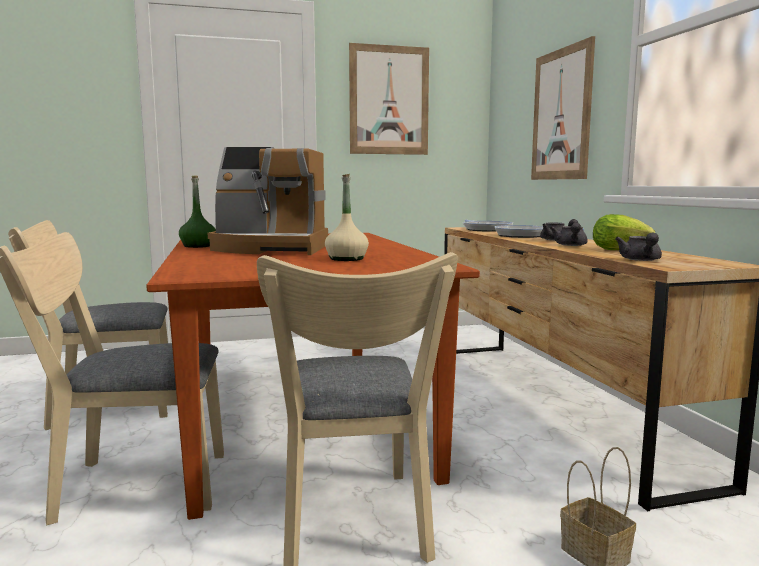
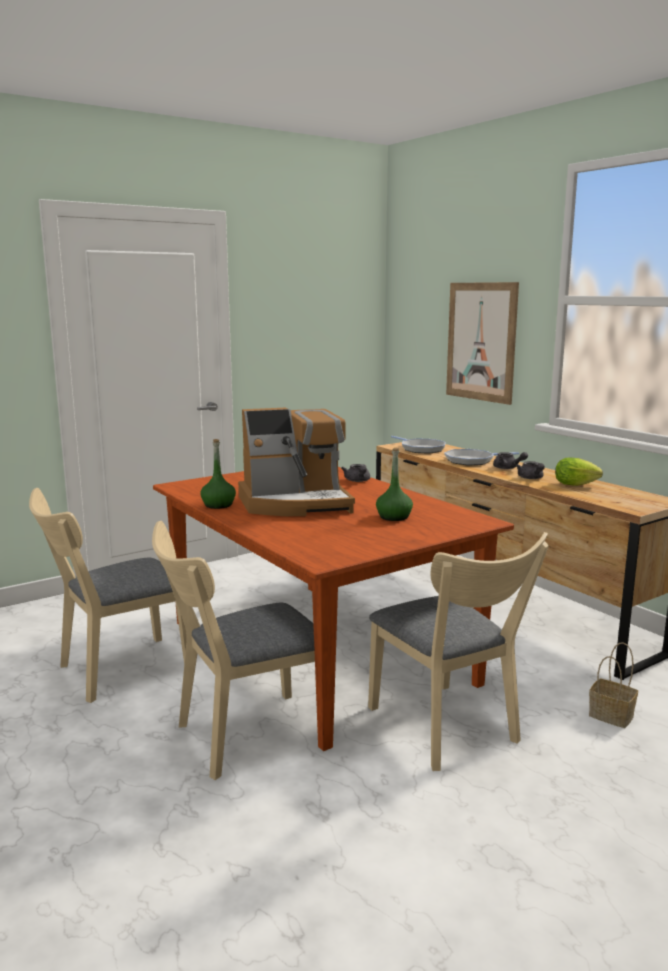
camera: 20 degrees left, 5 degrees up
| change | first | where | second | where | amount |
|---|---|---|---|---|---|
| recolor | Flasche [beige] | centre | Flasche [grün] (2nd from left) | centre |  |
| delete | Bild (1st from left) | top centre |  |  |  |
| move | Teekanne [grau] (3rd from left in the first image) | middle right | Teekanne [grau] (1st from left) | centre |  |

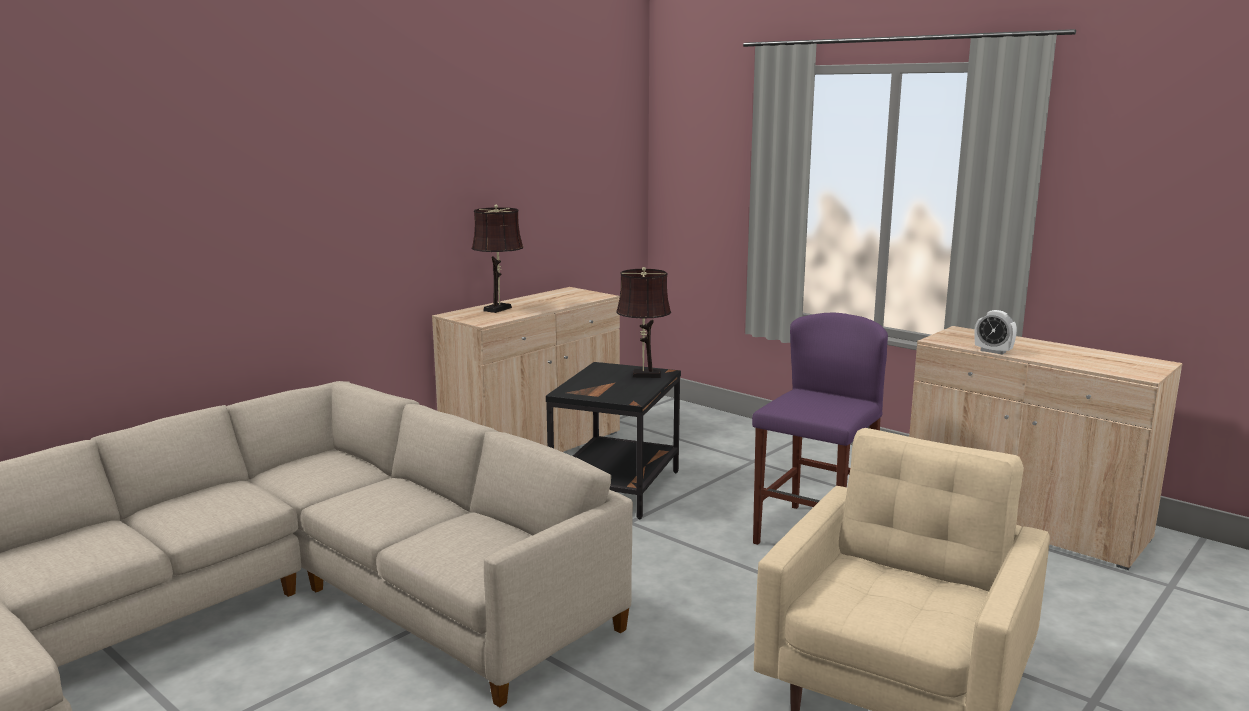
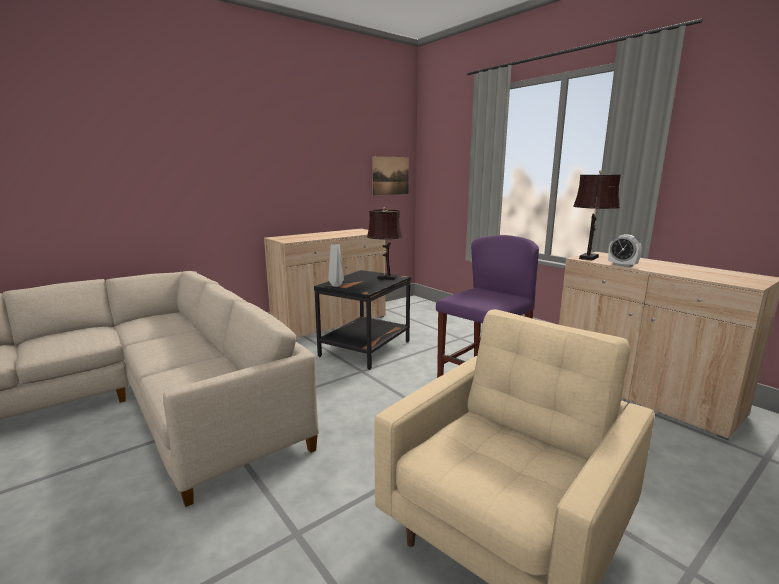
camera: 10 degrees right, 0 degrees up
| change | first | where | second | where | amount |
|---|---|---|---|---|---|
| move | Tischlampe [braun] (1st from left in the first image) | centre | Tischlampe [braun] (2nd from left) | middle right |  |
| insert |  |  | Vase [grau] | centre |  |
| insert |  |  | Bild | top centre |  |

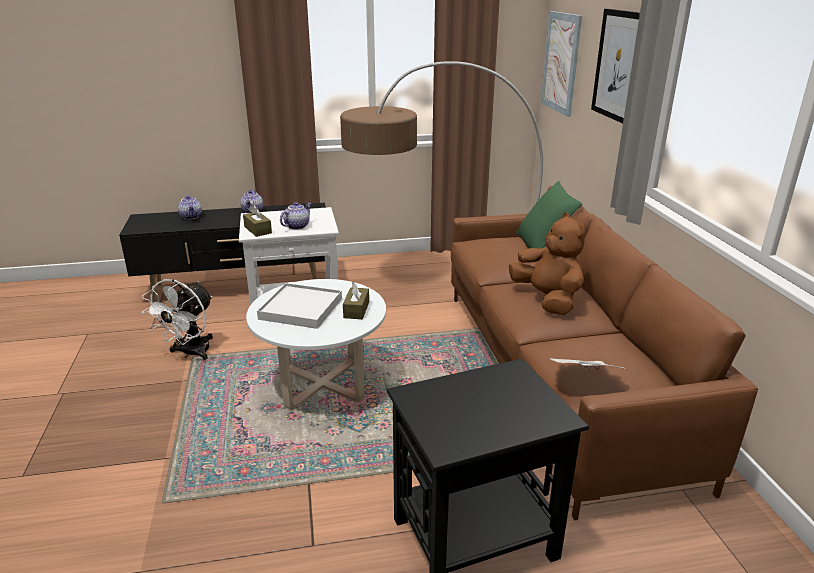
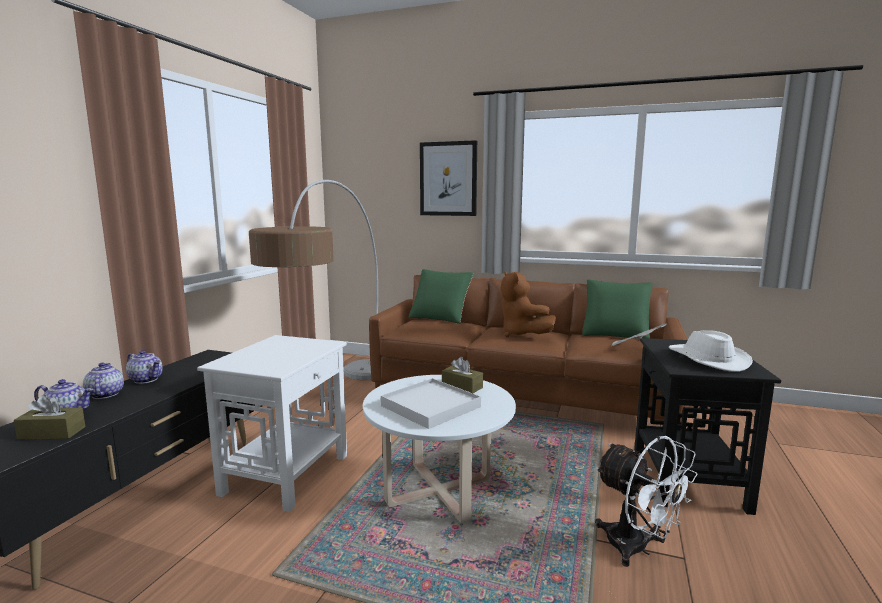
camera: 60 degrees left, 15 degrees down
| change | first | where | second | where | amount |
|---|---|---|---|---|---|
| move | Ventilator [weiß] | middle left |  | bottom right |  |
| move | Taschentuchbox [braun] (1st from left) | middle left |  | bottom left |  |
| move | Teekanne (3rd from left in the first image) | centre | Teekanne (2nd from left) | middle left |  |
| rotate | Plüschtier [braun] | middle right |  | centre | 120 degrees counterclockwise |
| delete | Bild (1st from left) | top right |  |  |  |
| insert |  |  | Kissen [grün] (2nd from left) | middle right |  |
| insert |  |  | Hut [weiß] | middle right |  |

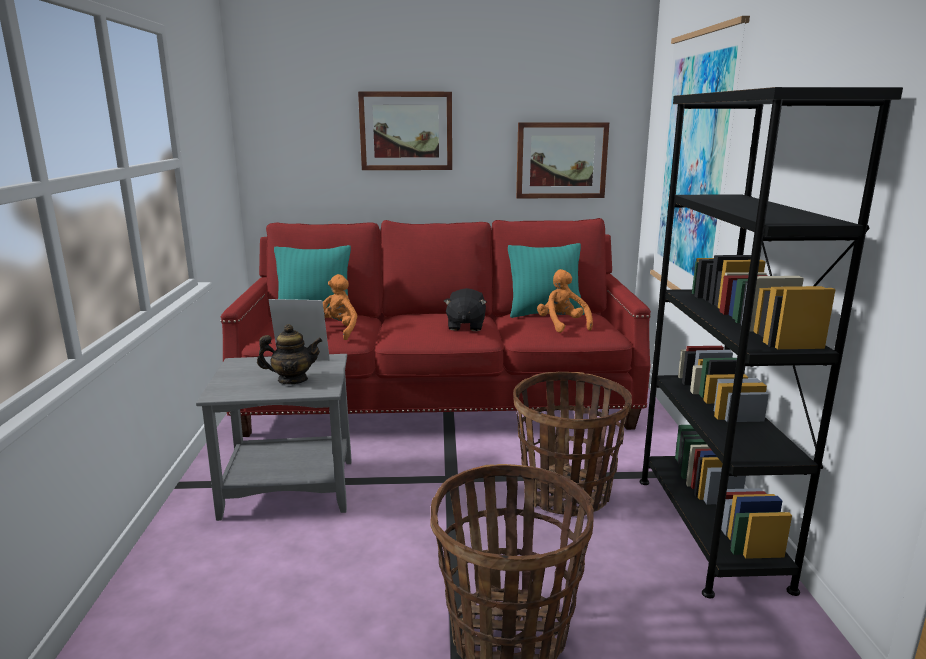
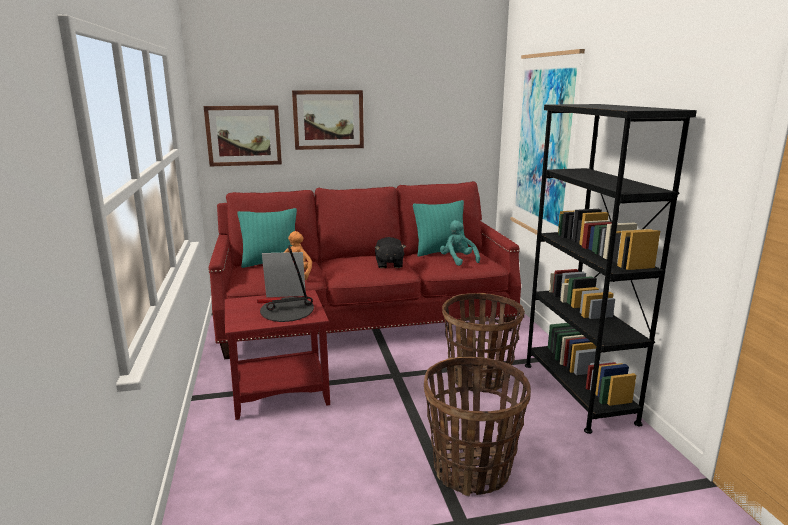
camera: 10 degrees left, 0 degrees up
| change | first | where | second | where | amount |
|---|---|---|---|---|---|
| recolor | Beistelltisch [grau] | middle left | Beistelltisch [rot] | bottom centre |  |
| replace | Teekanne | middle left | Tischlampe | centre |  |
| move | Bild (2nd from left in the first image) | top centre | Bild (1st from left) | top left |  |
| recolor | Plüschtier [orange] (2nd from left) | centre | Plüschtier [türkis] | centre |  |

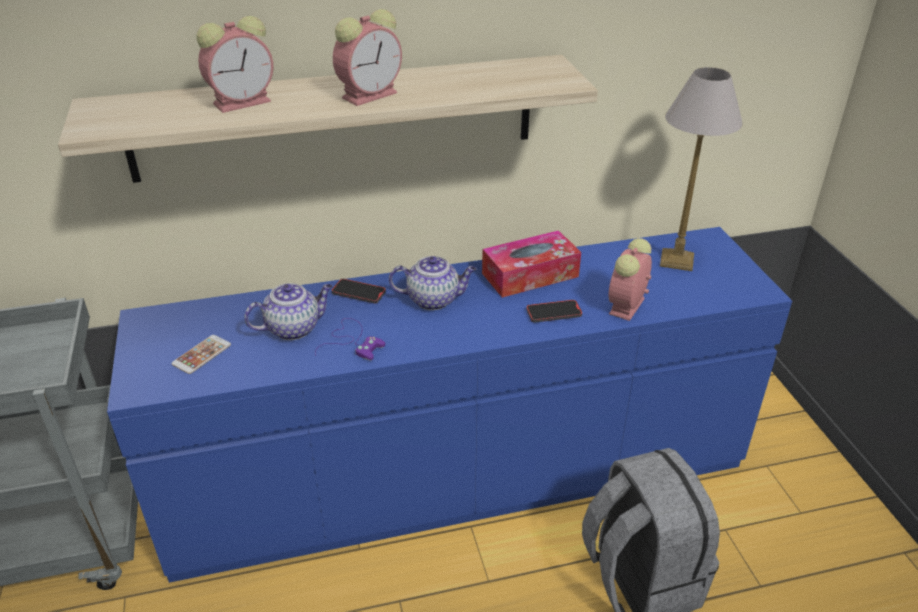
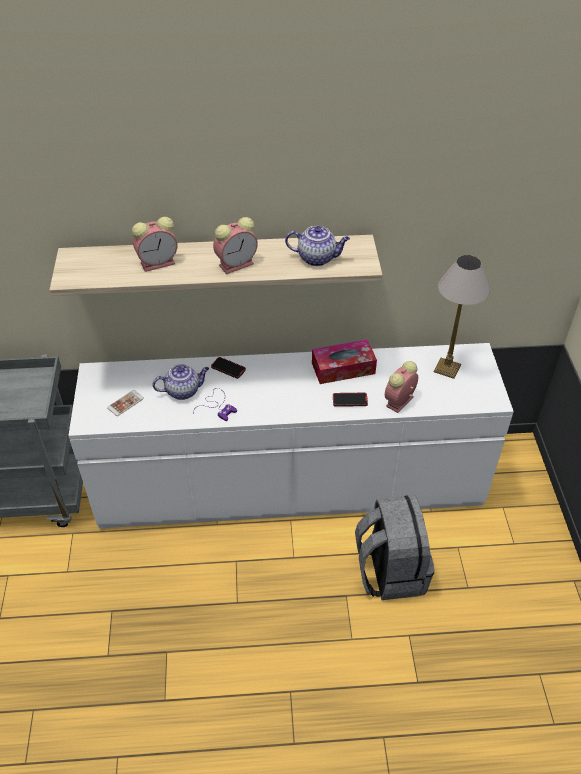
camera: 10 degrees right, 10 degrees up
| change | first | where | second | where | amount |
|---|---|---|---|---|---|
| recolor | Kommode [blau] | centre | Kommode [weiß] | centre |  |
| move | Teekanne (2nd from left) | centre |  | top centre |  |

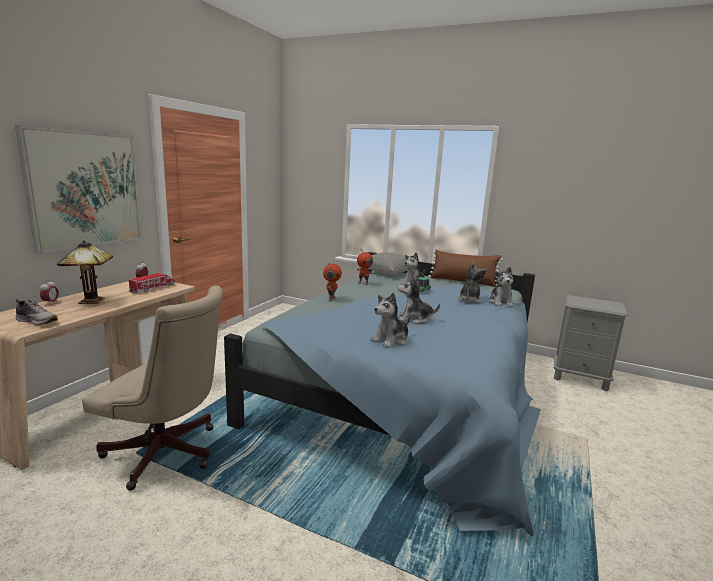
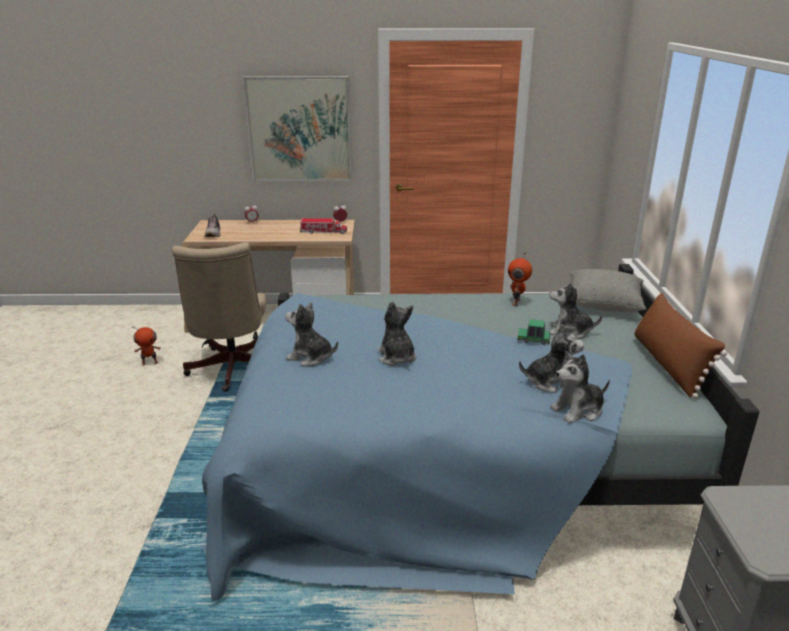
camera: 65 degrees right, 10 degrees up
| change | first | where | second | where | amount |
|---|---|---|---|---|---|
| delete | Tischlampe | middle left |  |  |  |
| move | Spielzeugroboter (1st from left) | centre |  | middle left |  |

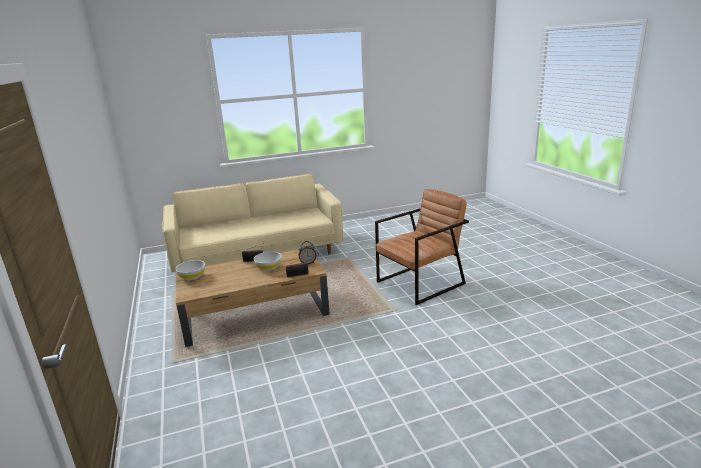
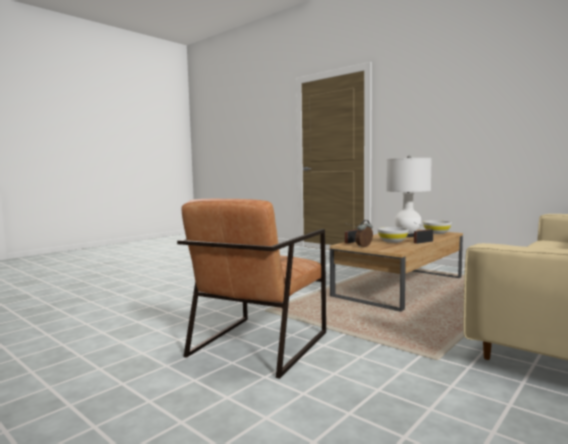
camera: 150 degrees right, 15 degrees down
| change | first | where | second | where | amount |
|---|---|---|---|---|---|
| insert |  |  | Tischlampe [weiß] | middle right |  |

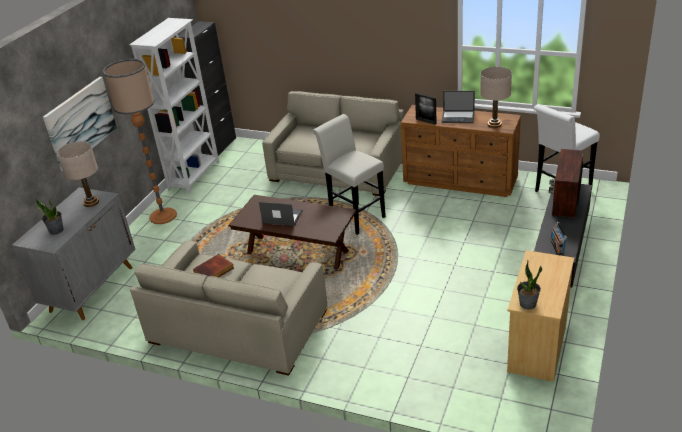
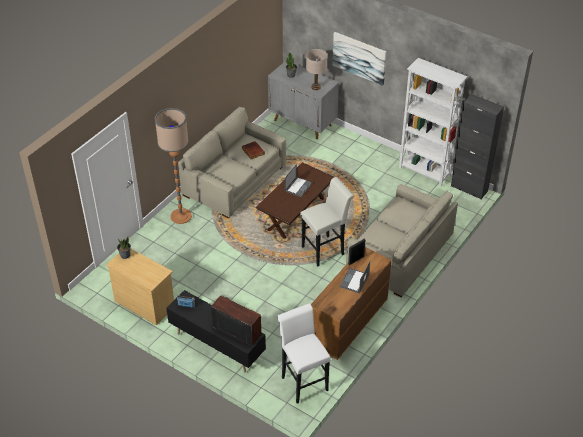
camera: 100 degrees right, 10 degrees up
| change | first | where | second | where | amount |
|---|---|---|---|---|---|
| move | Stehlampe | top left |  | middle left |  |
| delete | Tischlampe [beige] (2nd from left) | top right |  |  |  |

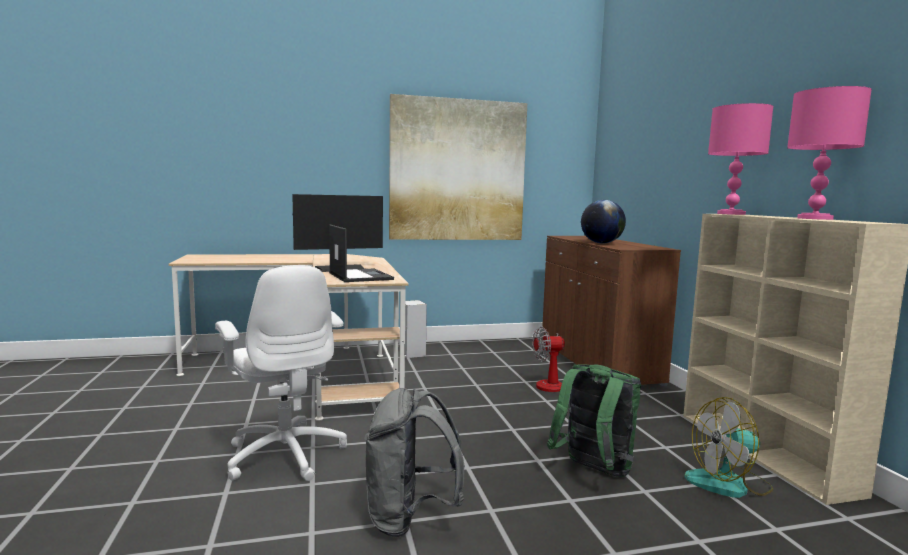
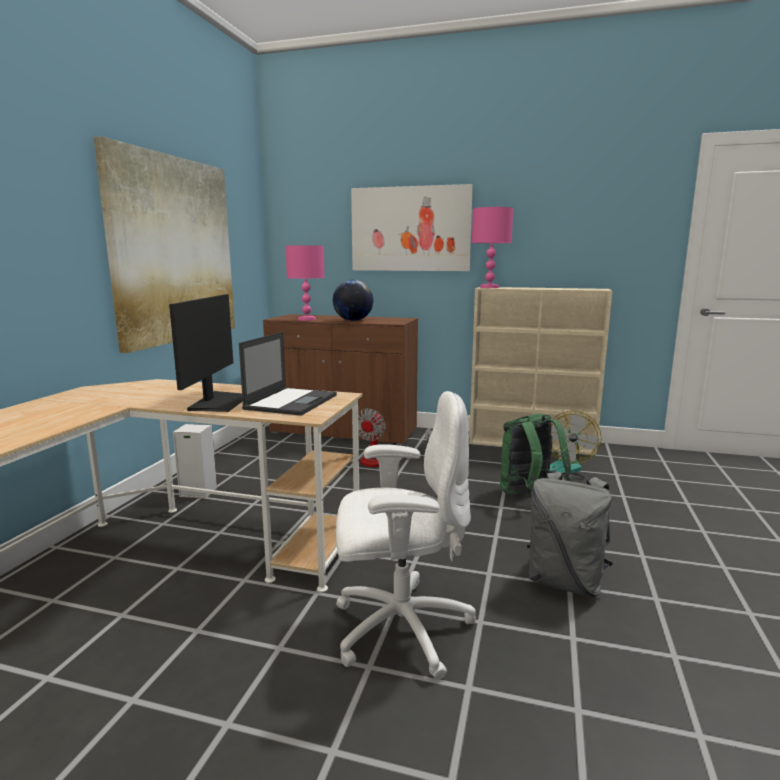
camera: 60 degrees left, 5 degrees up
| change | first | where | second | where | amount |
|---|---|---|---|---|---|
| rotate | Laptop | centre |  | centre | 105 degrees clockwise |
| move | Tischlampe [rosa] (2nd from left in the first image) | top right | Tischlampe [rosa] (1st from left) | centre |  |
| insert |  |  | Bild (2nd from left) | top centre |  |

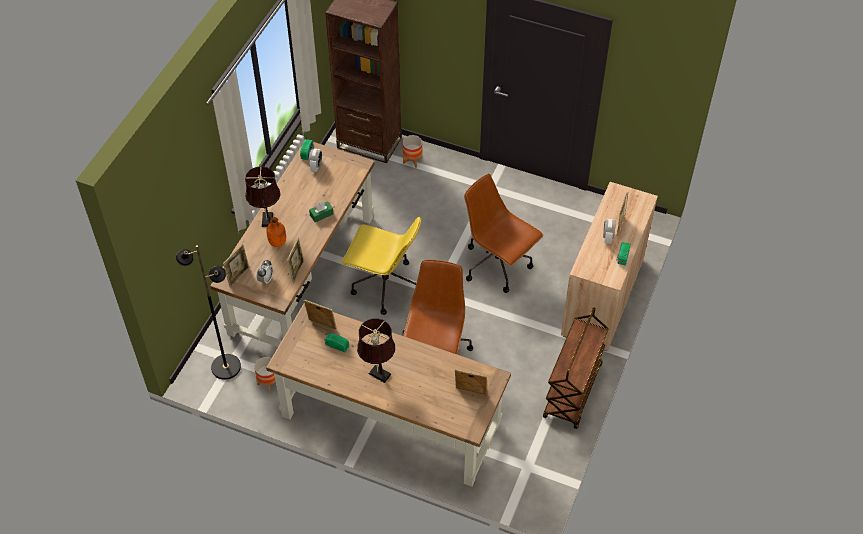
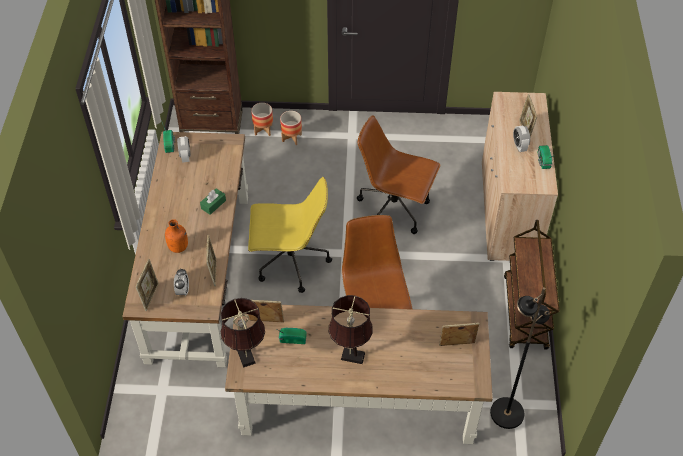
camera: 20 degrees left, 0 degrees up
| change | first | where | second | where | amount |
|---|---|---|---|---|---|
| move | Stehlampe [schwarz] | middle left |  | bottom right |  |
| move | Tischlampe [braun] (1st from left) | middle left |  | bottom centre |  |
| move | Pflanzkübel (1st from left in the first image) | bottom left | Pflanzkübel (2nd from left) | top centre |  |

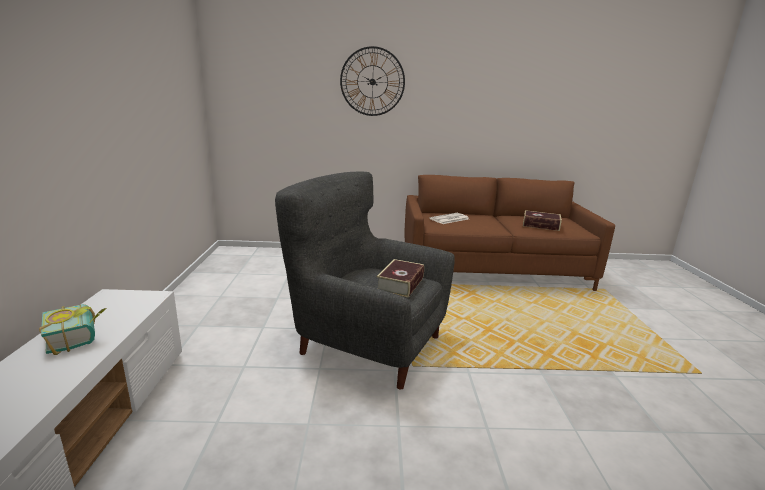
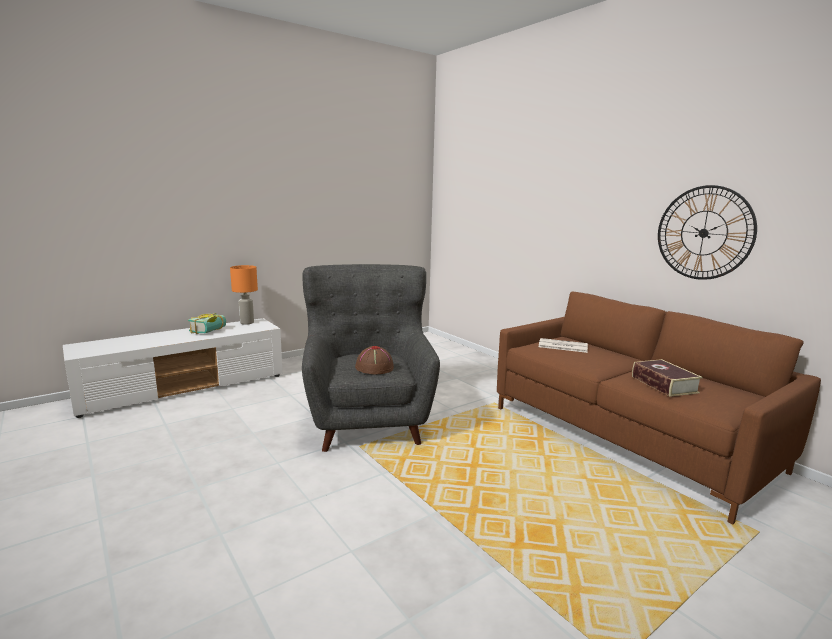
camera: 55 degrees right, 5 degrees down
| change | first | where | second | where | amount |
|---|---|---|---|---|---|
| move | Wanduhr | top centre |  | middle right |  |
| replace | Buch (2nd from left) | centre | Hut [braun] | centre |  |
| insert |  |  | Tischlampe [orange] | middle left |  |

